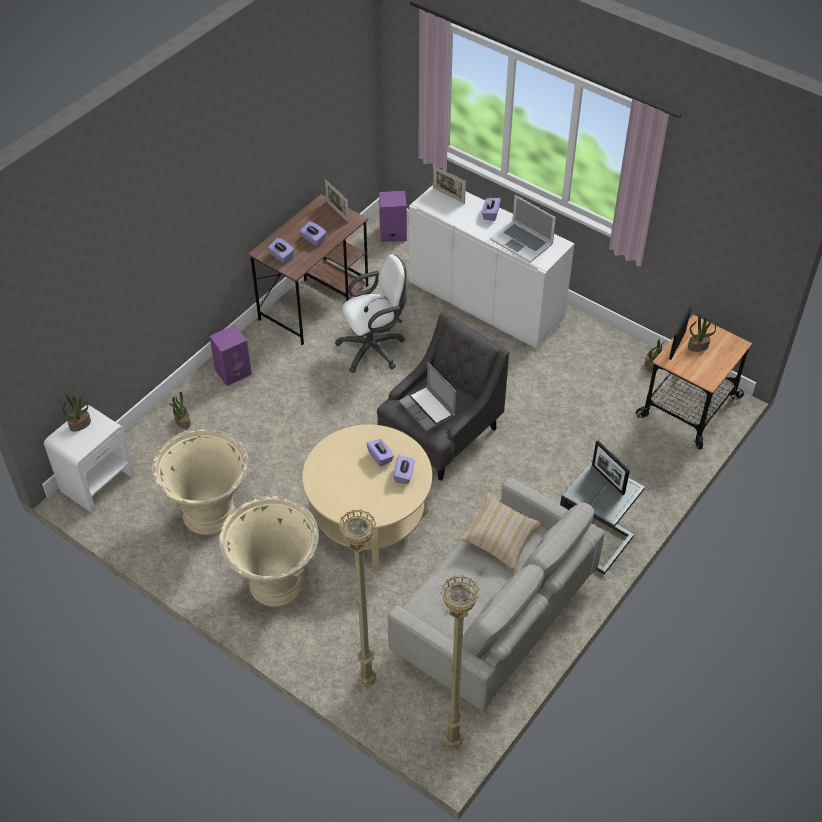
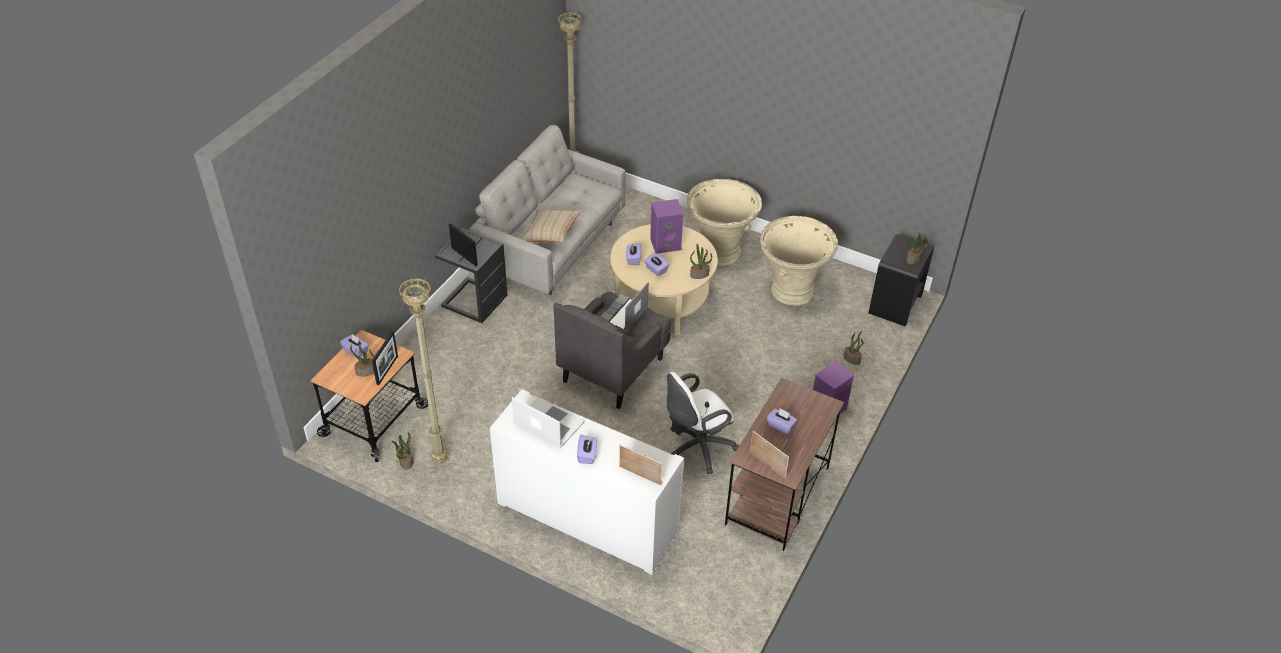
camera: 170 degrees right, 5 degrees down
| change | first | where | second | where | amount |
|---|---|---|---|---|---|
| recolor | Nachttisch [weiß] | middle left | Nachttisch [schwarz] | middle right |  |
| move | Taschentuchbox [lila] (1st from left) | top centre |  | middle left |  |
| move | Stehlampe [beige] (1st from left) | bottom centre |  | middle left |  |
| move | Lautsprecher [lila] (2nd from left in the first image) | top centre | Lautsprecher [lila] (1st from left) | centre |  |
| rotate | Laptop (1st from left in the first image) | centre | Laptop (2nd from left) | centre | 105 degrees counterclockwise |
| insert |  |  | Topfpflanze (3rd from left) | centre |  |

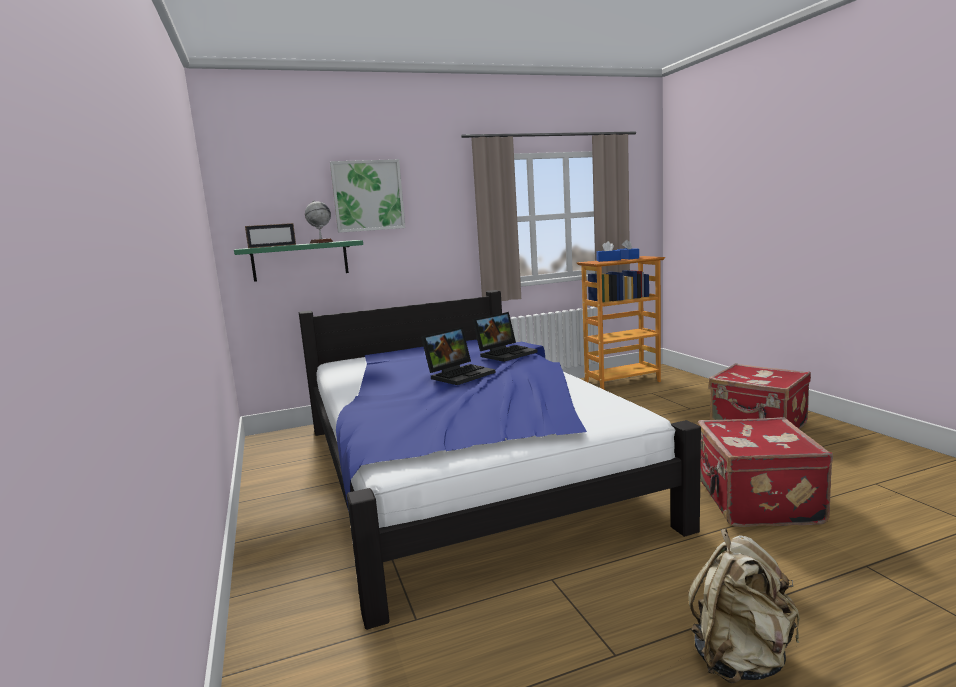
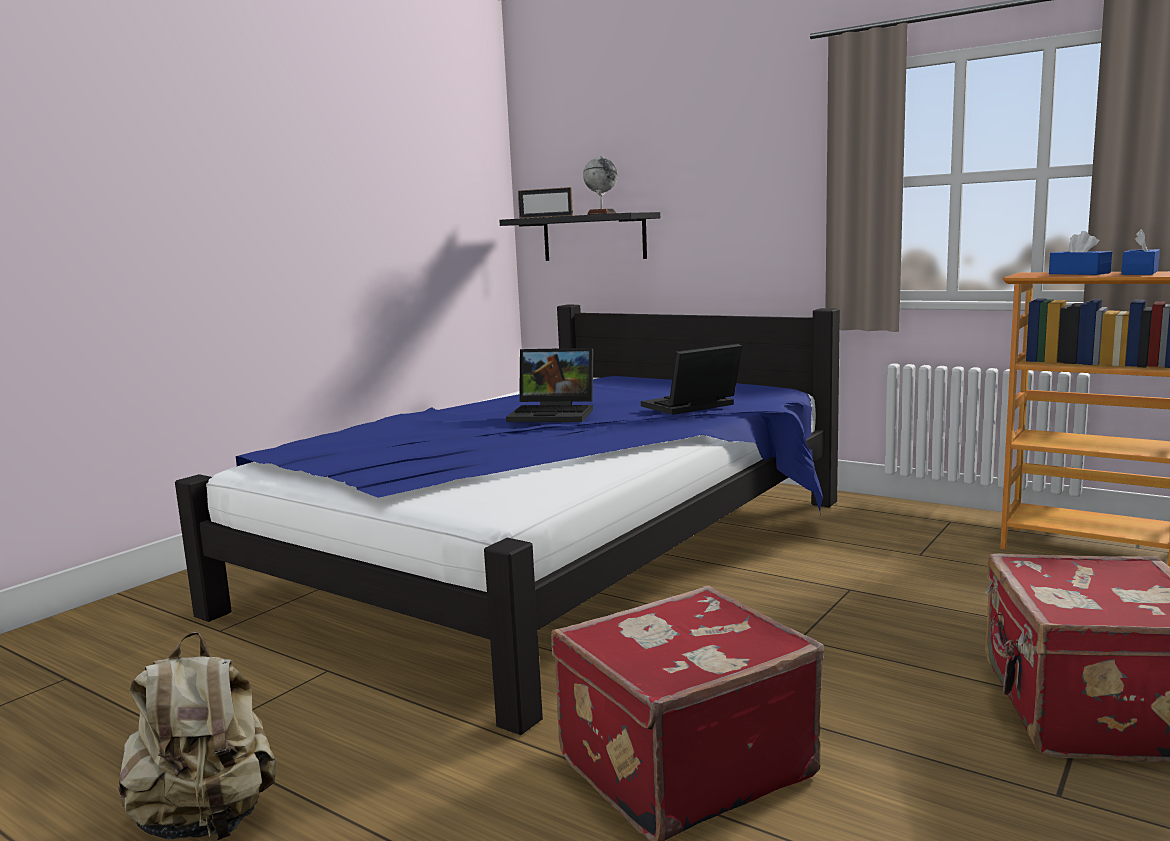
camera: 55 degrees right, 0 degrees up
| change | first | where | second | where | amount |
|---|---|---|---|---|---|
| recolor | Wandregal [grün] | middle left | Wandregal [schwarz] | top centre |  |
| delete | Bild | top centre |  |  |  |
| rotate | Laptop (2nd from left) | centre |  | centre | 135 degrees clockwise |

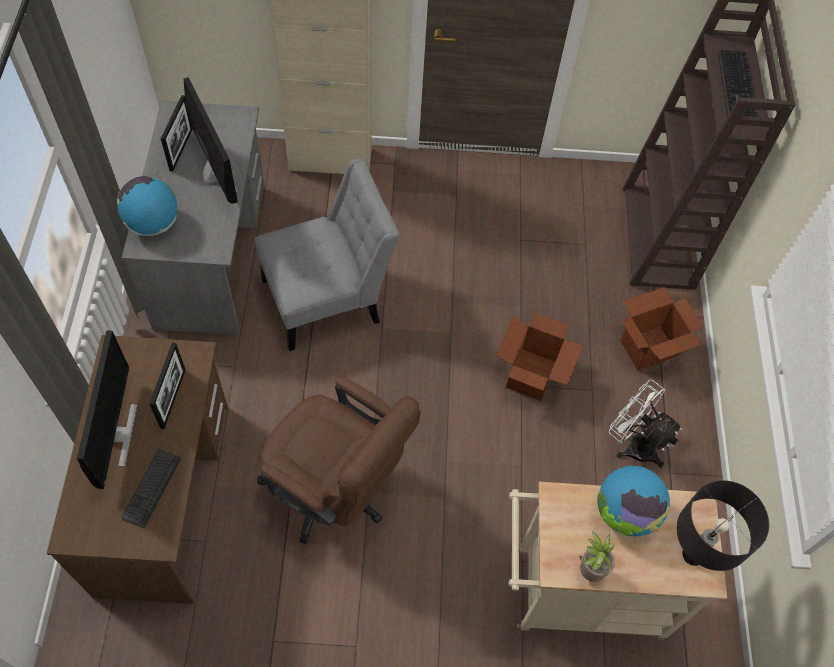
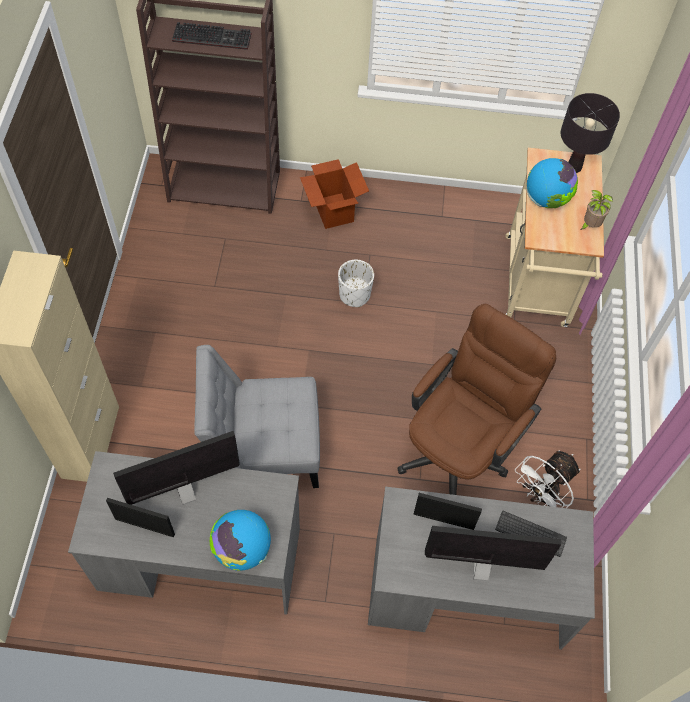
camera: 85 degrees left, 0 degrees up
| change | first | where | second | where | amount |
|---|---|---|---|---|---|
| recolor | Schreibtisch [braun] | bottom left | Schreibtisch [grau] (2nd from left) | bottom right |  |
| rotate | Stuhl [grau] | centre |  | centre | 75 degrees counterclockwise |
| replace | Karton (1st from left) | centre | Pflanzkübel [weiß] | centre |  |
| move | Ventilator [weiß] | middle right |  | bottom right |  |

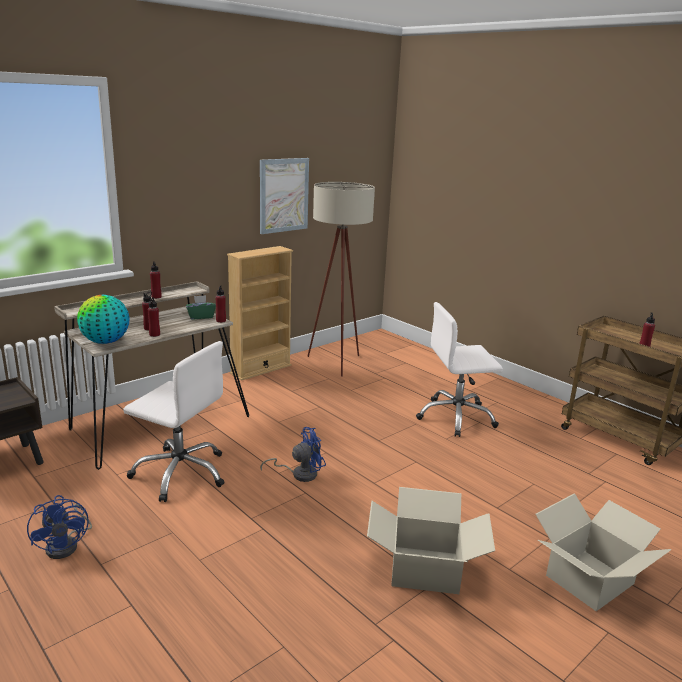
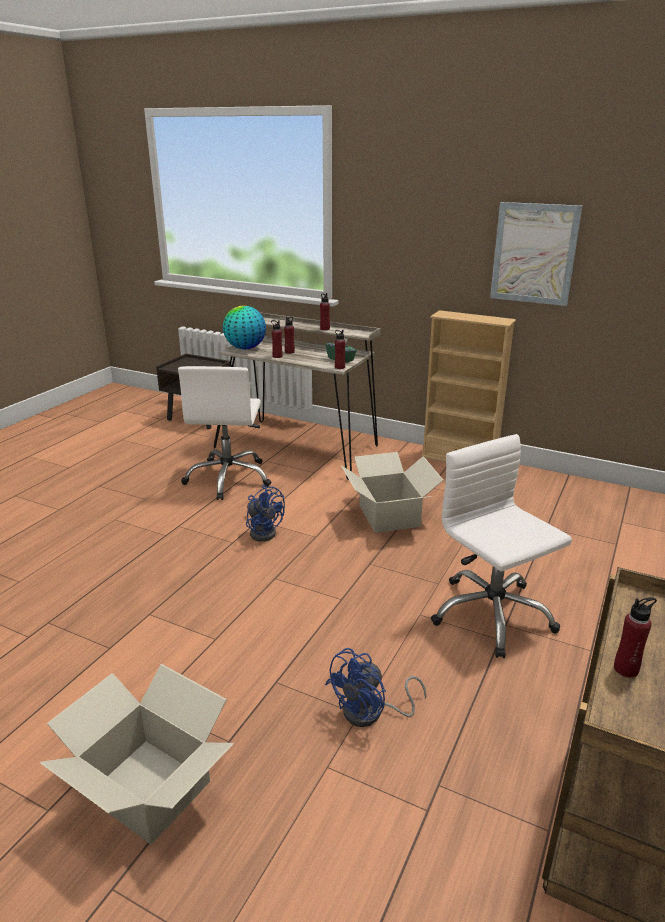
camera: 70 degrees right, 5 degrees up
| change | first | where | second | where | amount |
|---|---|---|---|---|---|
| move | Ventilator [blau] (1st from left in the first image) | bottom left | Ventilator [blau] (2nd from left) | bottom centre |  |
| delete | Stehlampe [beige] | centre |  |  |  |
| move | Karton (1st from left in the first image) | bottom centre | Karton (2nd from left) | centre |  |

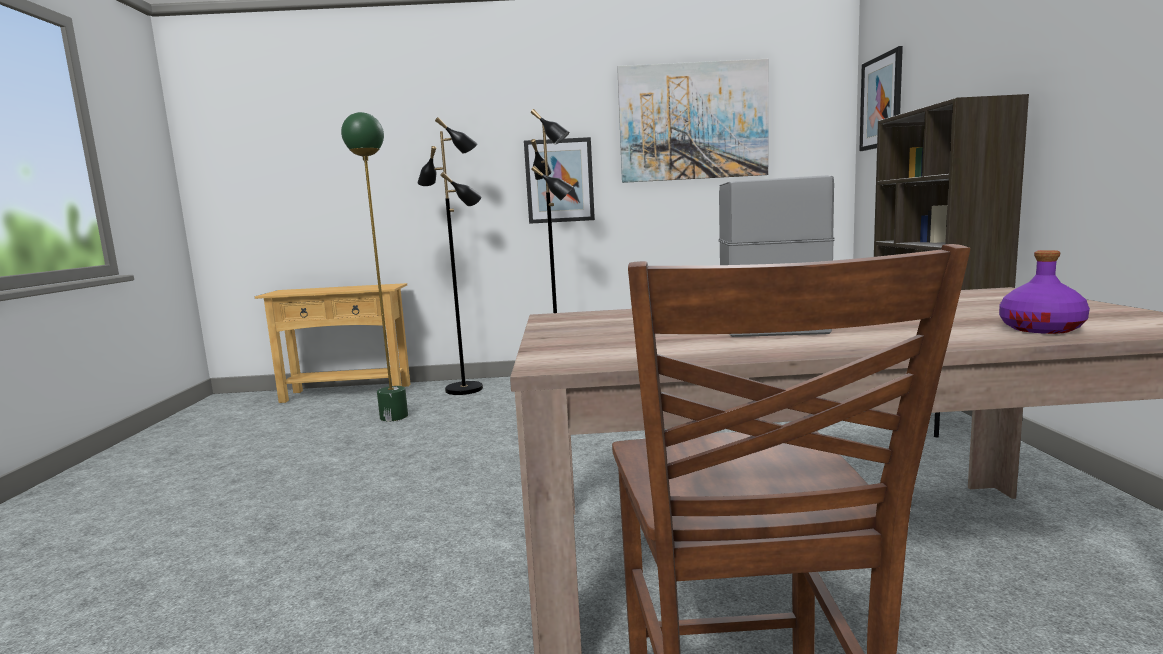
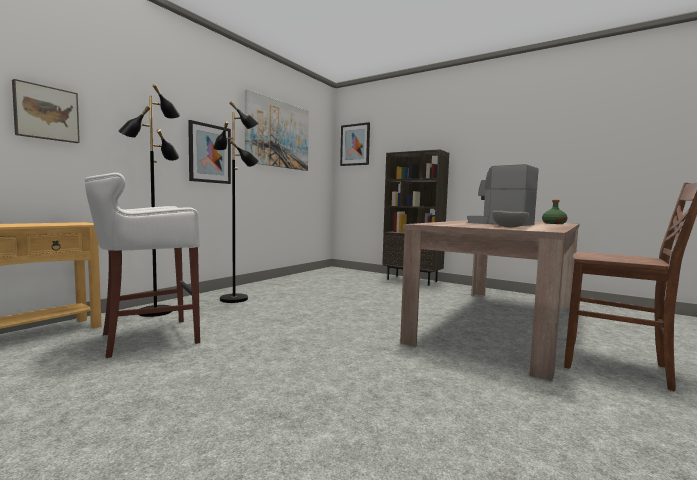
camera: 55 degrees left, 5 degrees down
| change | first | where | second | where | amount |
|---|---|---|---|---|---|
| replace | Stehlampe [grün] | middle left | Hocker [weiß] | middle left |  |
| recolor | Flasche [lila] | middle right | Flasche [grün] | middle right |  |
| insert |  |  | Bild (1st from left) | top left |  |
| insert |  |  | Schüssel [grau] | middle right |  |

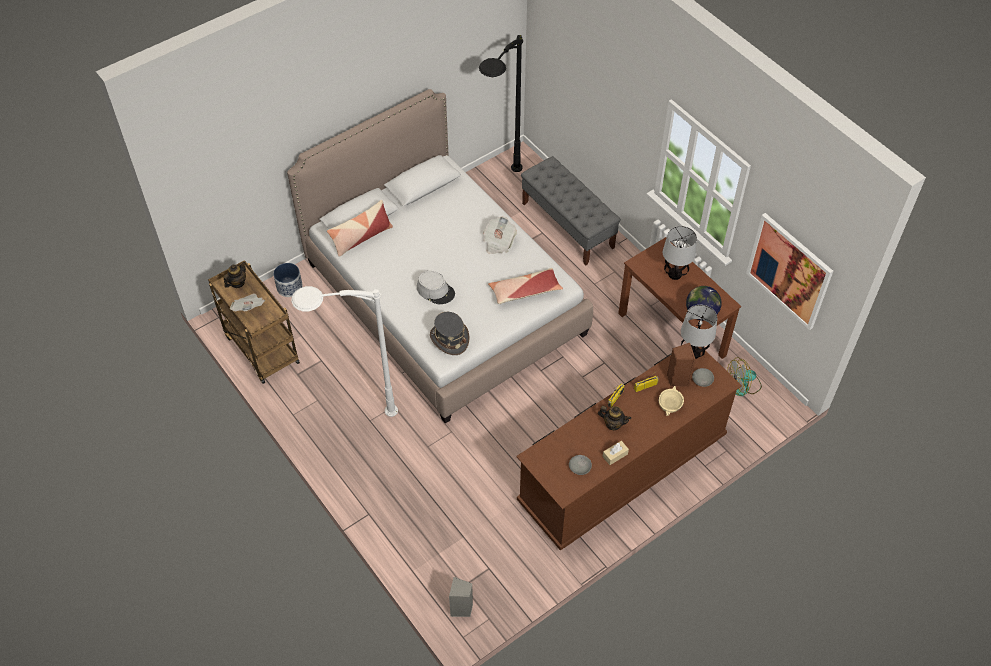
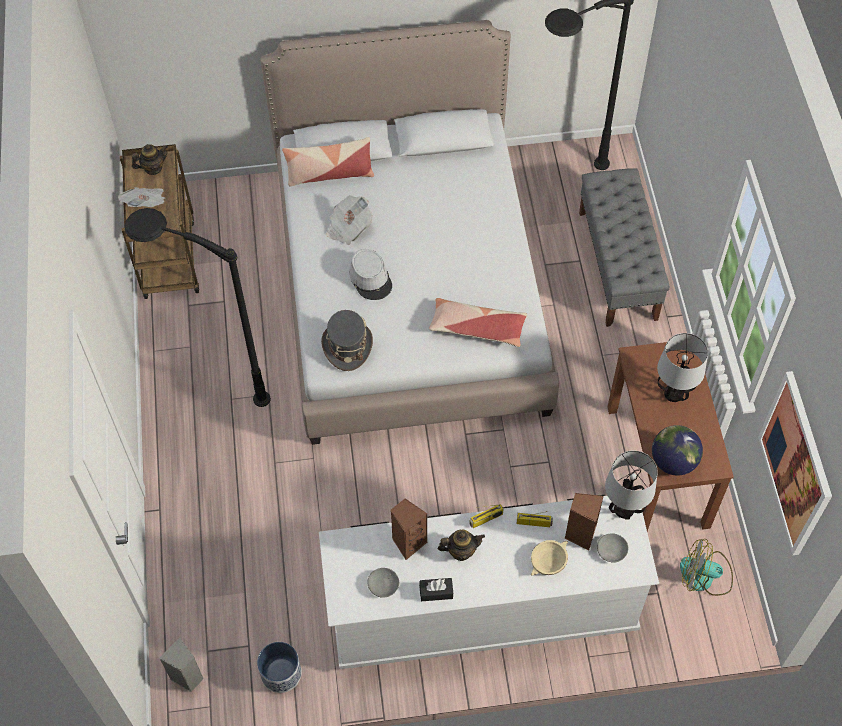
camera: 30 degrees right, 5 degrees up
| change | first | where | second | where | amount |
|---|---|---|---|---|---|
| move | Pflanzkübel | middle left |  | bottom left |  |
| recolor | Stehlampe [weiß] | centre | Stehlampe [schwarz] (1st from left) | middle left |  |
| move | Zeitung (2nd from left) | centre |  | top centre |  |
| recolor | Kommode [braun] | bottom centre | Kommode [weiß] | bottom centre |  |
| rotate | Teekanne (2nd from left) | centre |  | bottom centre | 60 degrees counterclockwise |
| recolor | Taschentuchbox [beige] | bottom centre | Taschentuchbox [schwarz] | bottom centre |  |
| insert |  |  | Lautsprecher [braun] (1st from left) | bottom centre |  |

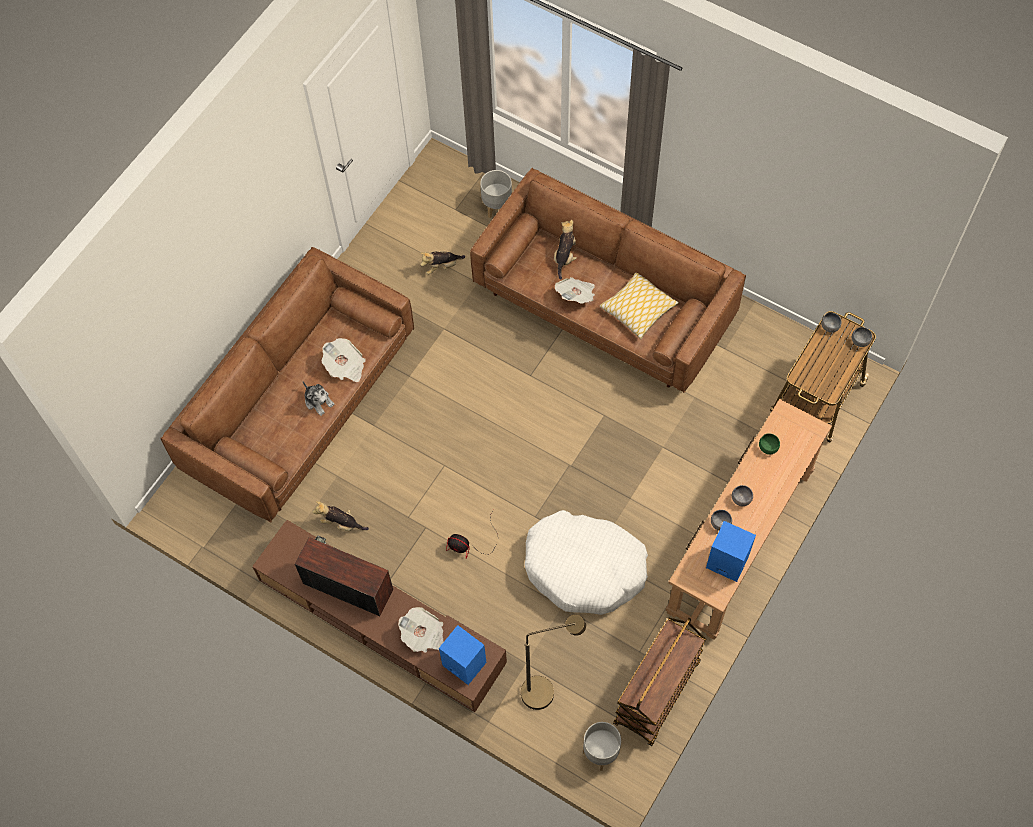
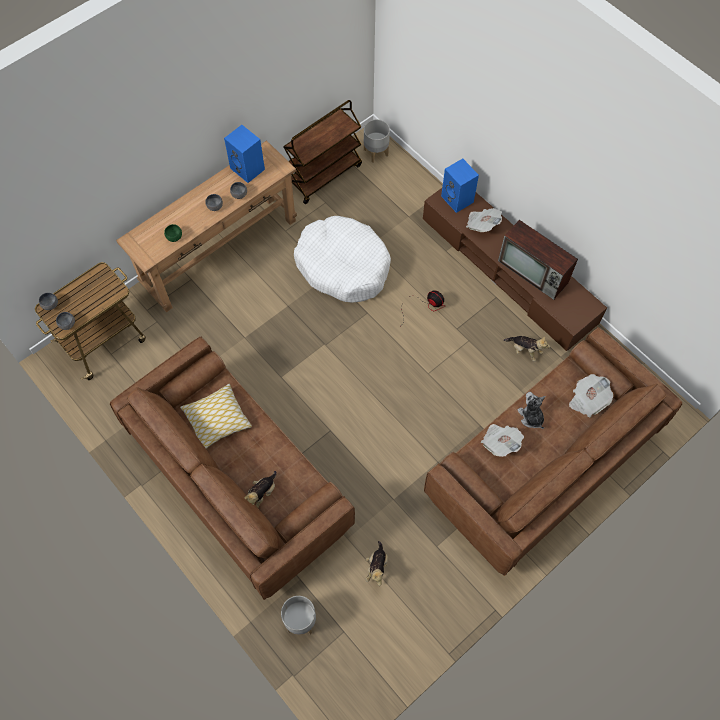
camera: 165 degrees left, 0 degrees up
| change | first | where | second | where | amount |
|---|---|---|---|---|---|
| rotate | Plüschtier (3rd from left in the first image) | top centre | Plüschtier (2nd from left) | bottom centre | 105 degrees clockwise |
| delete | Stehlampe [braun] | bottom centre |  |  |  |
| move | Zeitung (3rd from left) | centre |  | middle right |  |

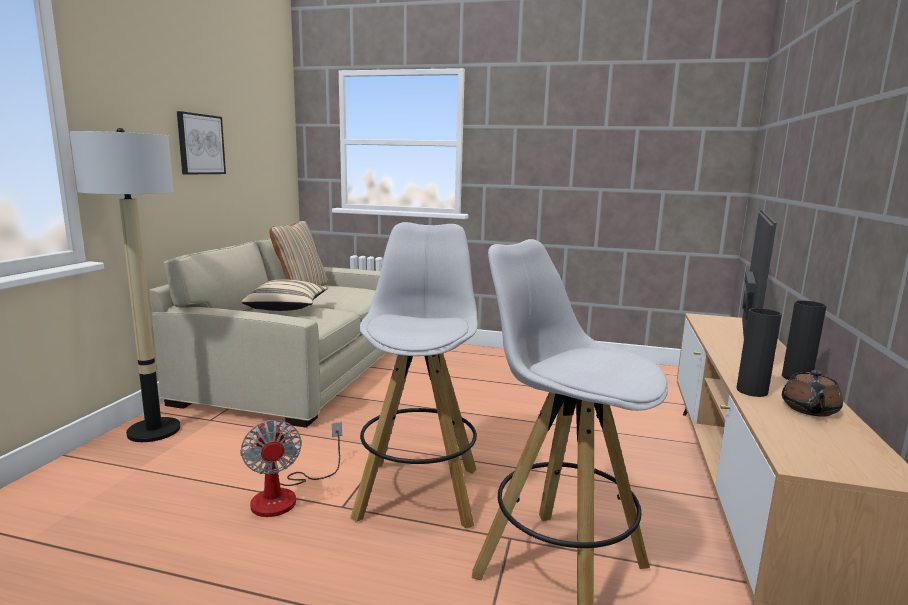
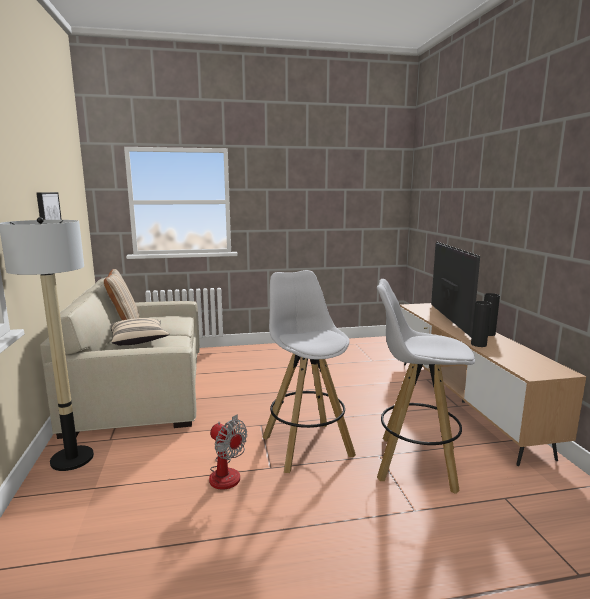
camera: 25 degrees left, 0 degrees up
| change | first | where | second | where | amount |
|---|---|---|---|---|---|
| delete | Teekanne [braun] | middle right |  |  |  |

